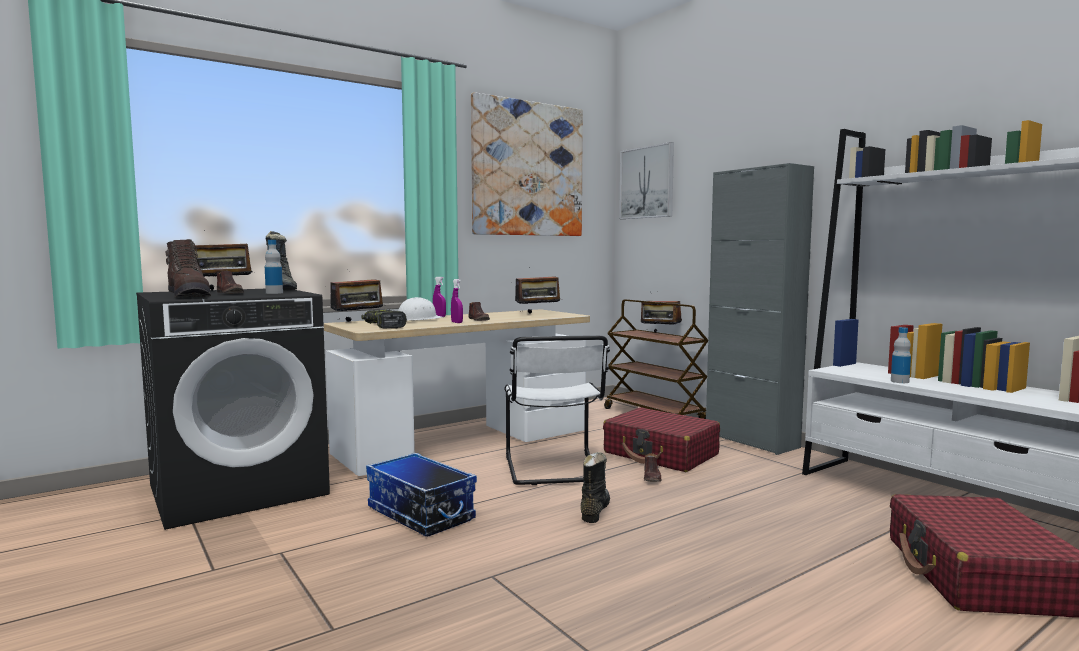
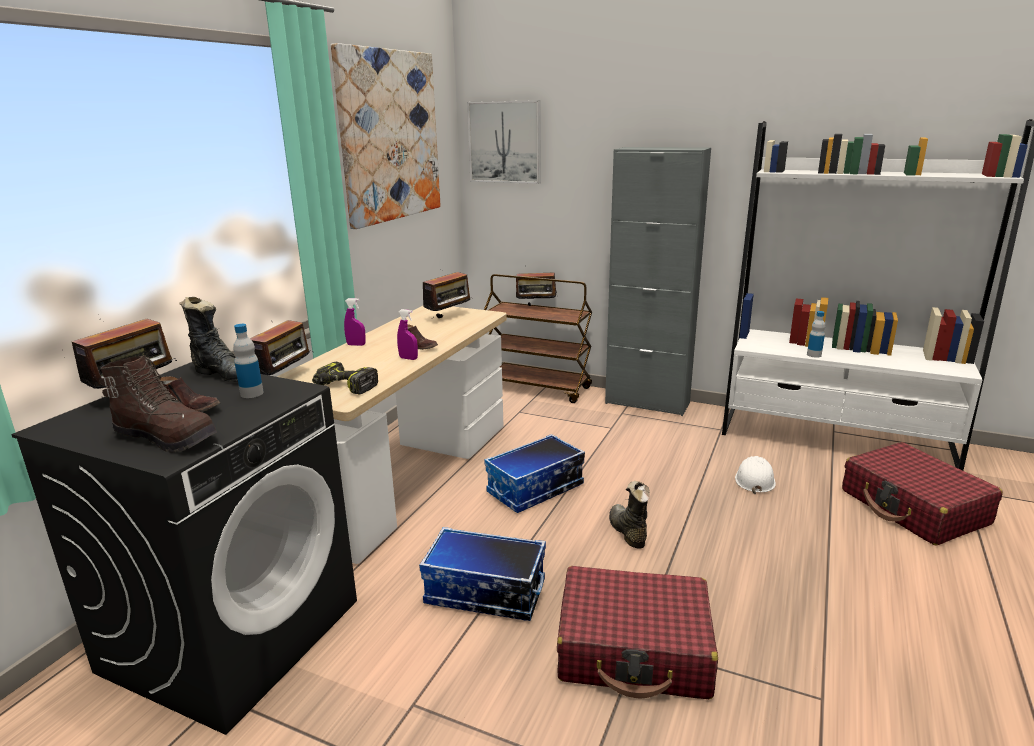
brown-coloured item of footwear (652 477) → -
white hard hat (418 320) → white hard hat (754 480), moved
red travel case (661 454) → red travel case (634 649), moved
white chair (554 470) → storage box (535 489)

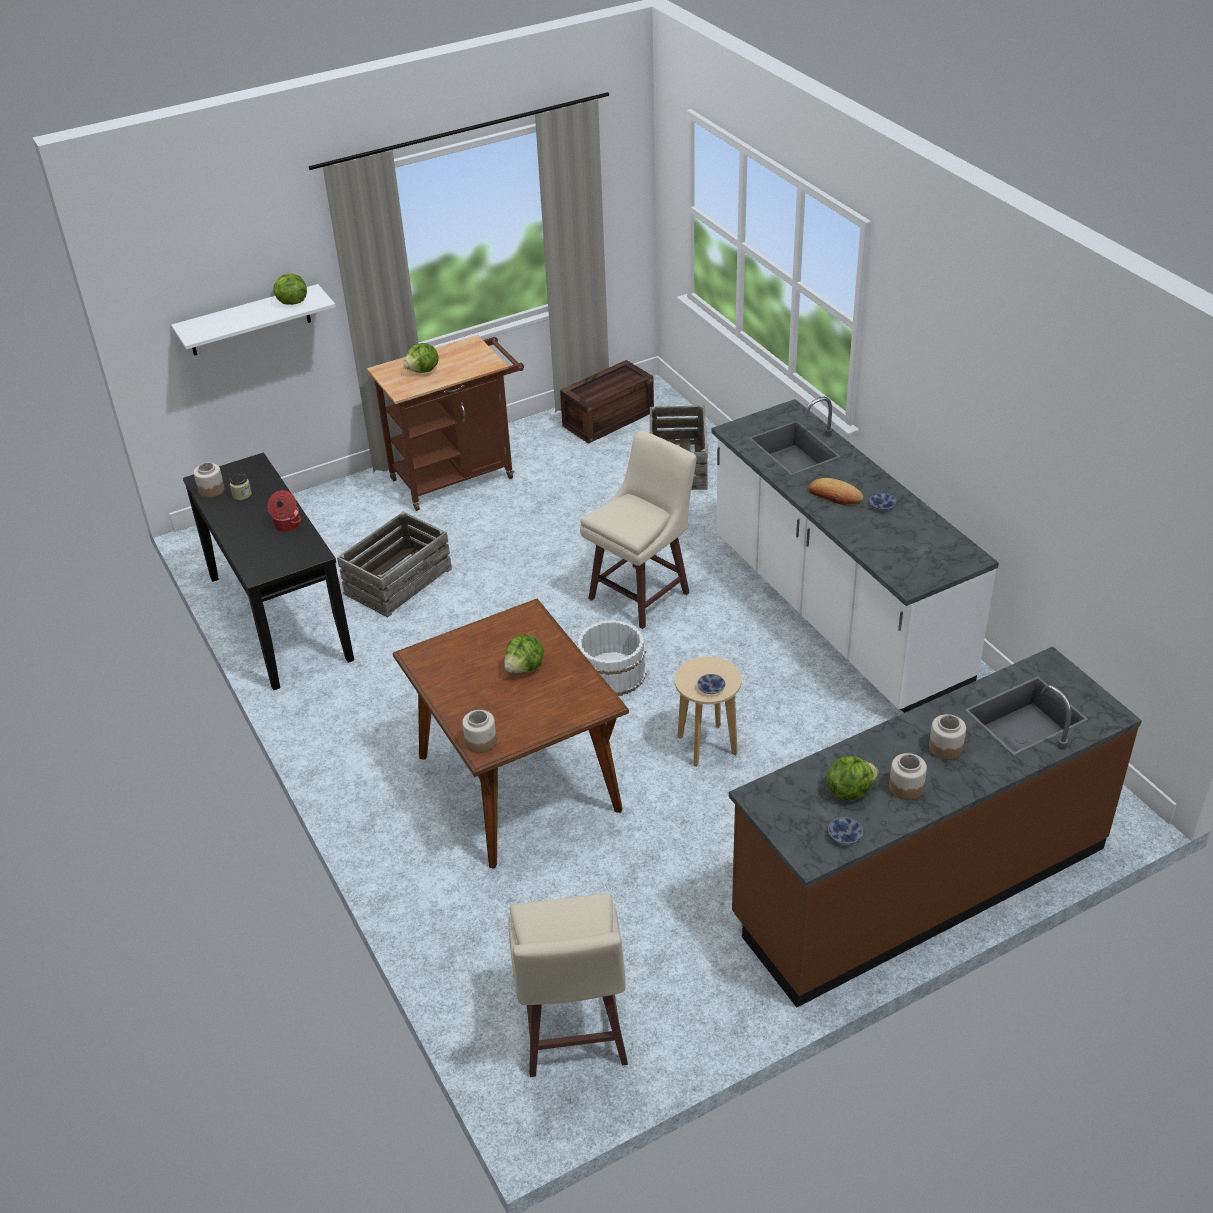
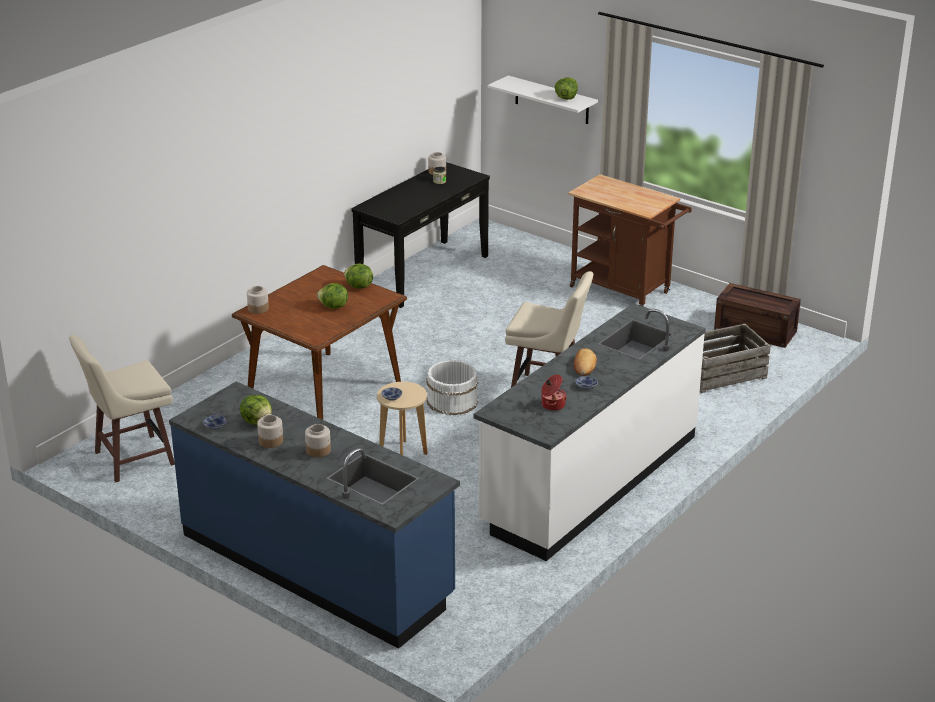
crate (398 582) → -
stockpot (287 525) → stockpot (552 405), moved
lettuce head (423 371) → lettuce head (358 287), moved
brown-coloured counter (919 883) → bluish counter (317 566)

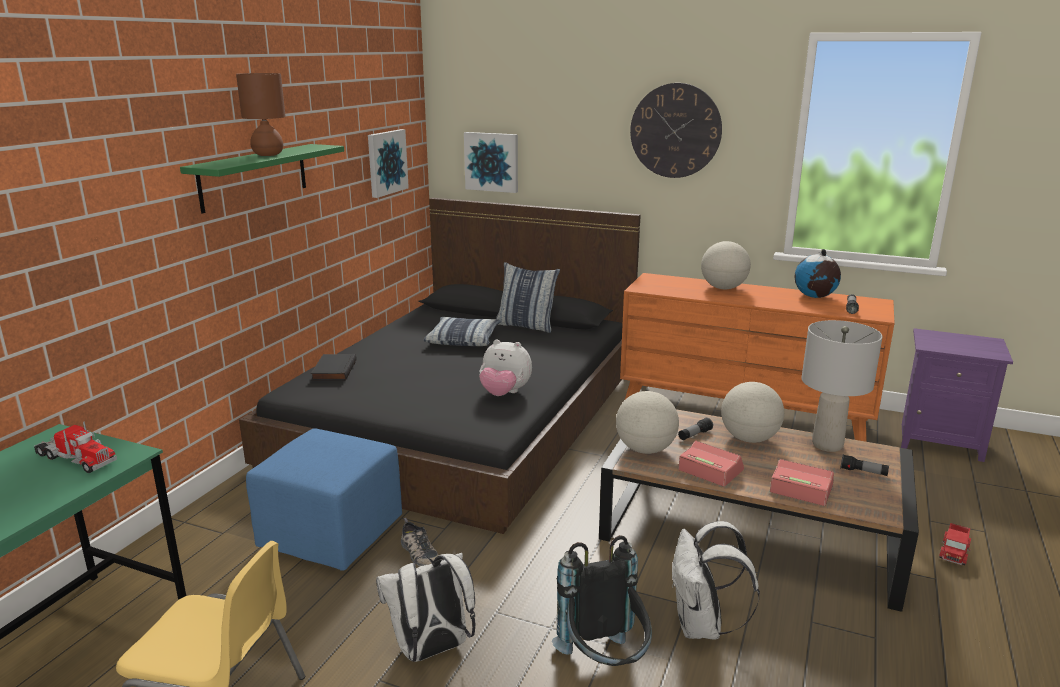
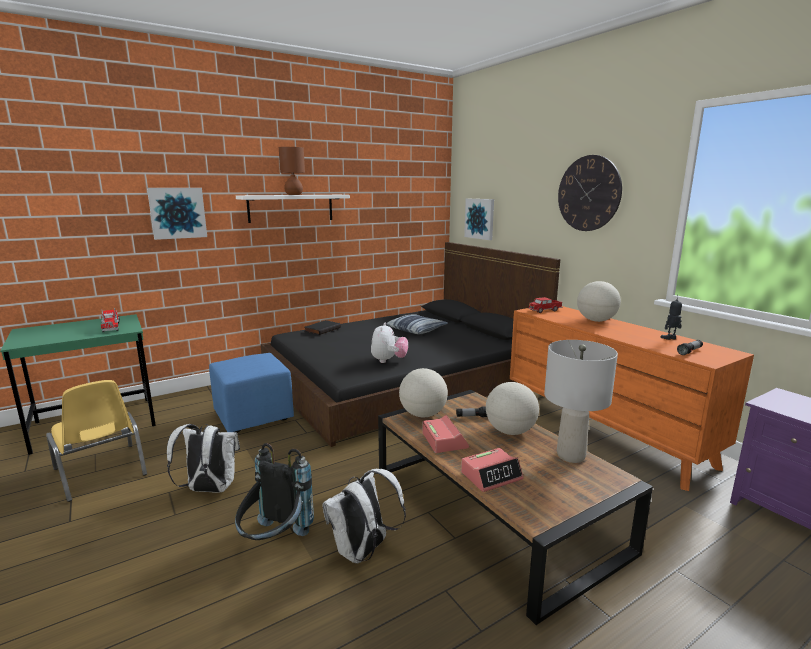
item of footwear (418 553) → -
throw pillow (526 325) → -
flashlight (863 472) → -
wall picture (386 162) → wall picture (177 213), moved
toy truck (954 551) → toy truck (544 310), moved
globe (815 296) → model robot (670 338)
greenish wall shelf (254 177) → white wall shelf (291 208)
plush toy (504 393) → plush toy (388 360), 135 degrees counterclockwise
bedside clock (800 489) → bedside clock (491 476), 90 degrees clockwise

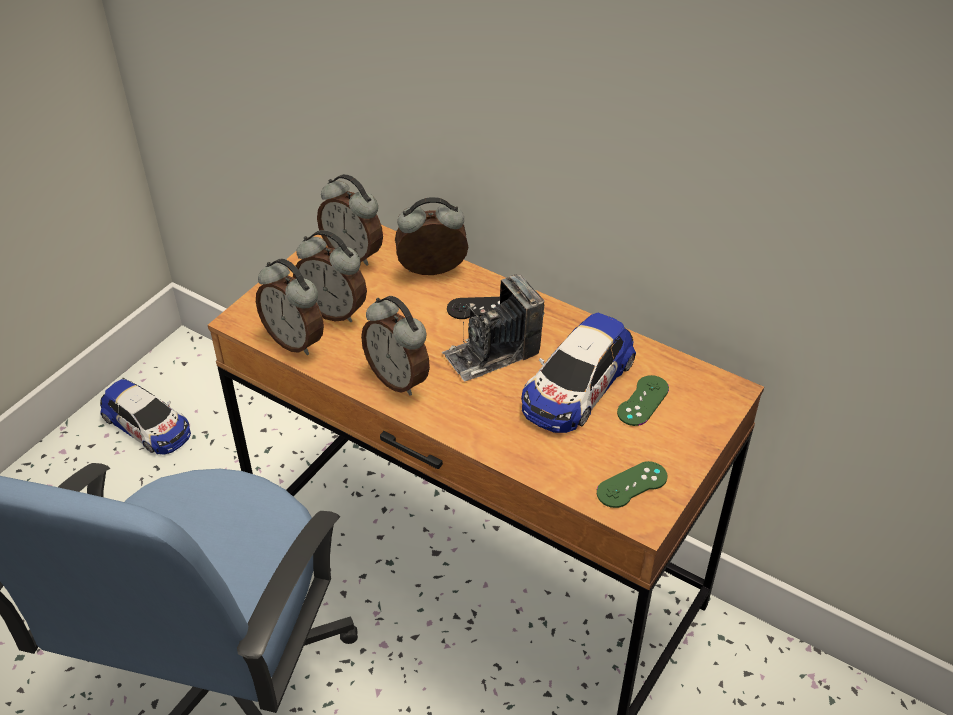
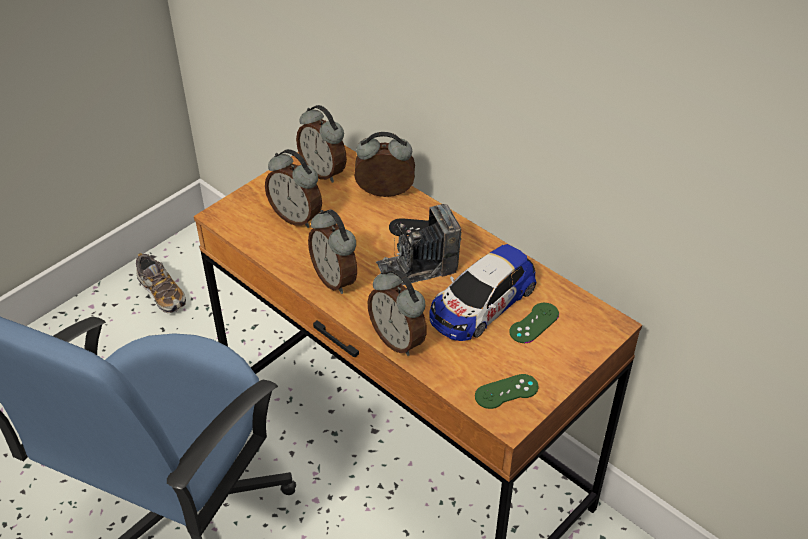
bedside clock (295 340) → bedside clock (398 339), moved
miniature car (147 424) → item of footwear (162 293)

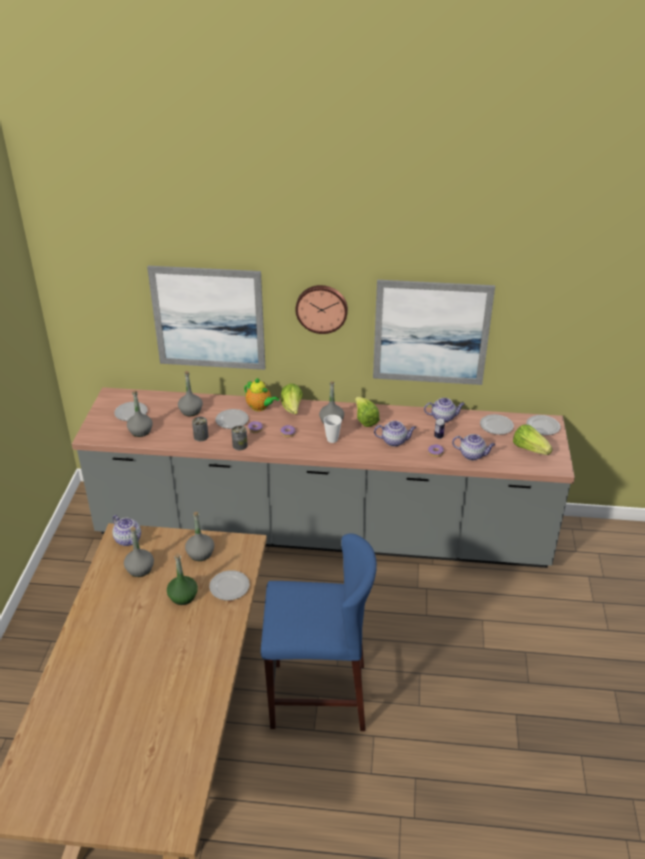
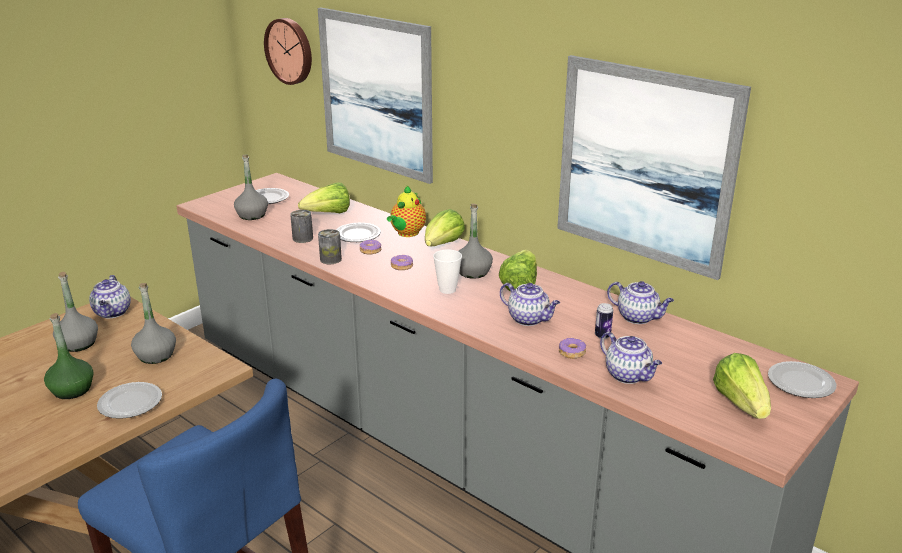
plate (496 426) → -
clock on the wall (321 308) → clock on the wall (290 51), moved
greyish bottle (191 411) → lettuce head (328 214)
tea pot (260 407) → tea pot (407 233), 45 degrees clockwise

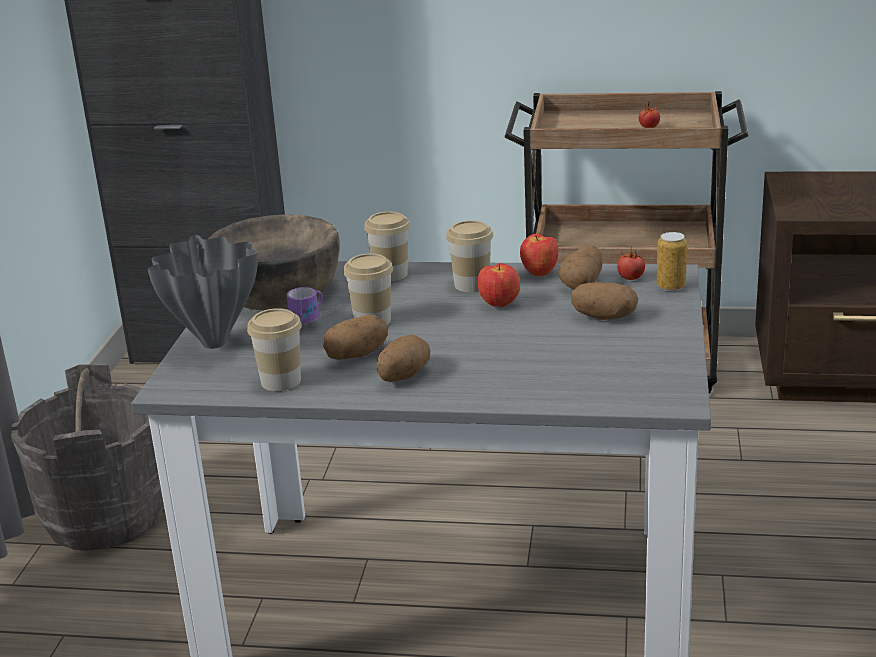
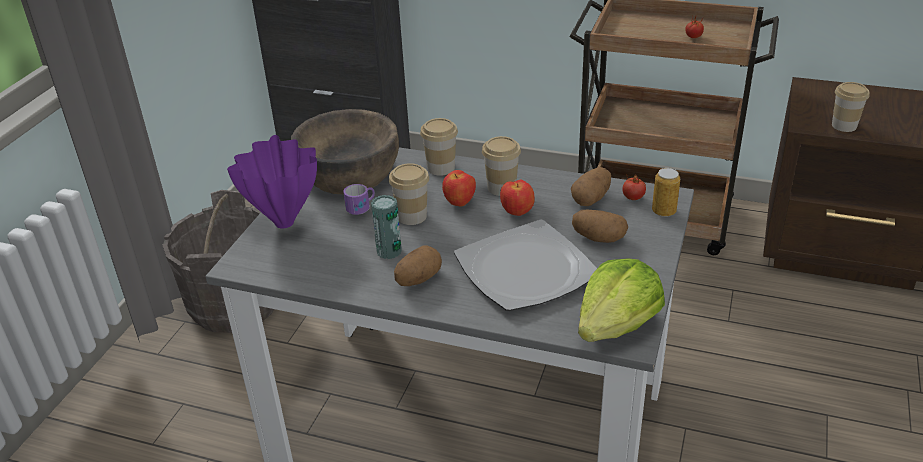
- → plate (525 271)
- → lettuce head (617 325)
small cup (281 381) → small cup (844 125), moved
apple fruit (540 274) → apple fruit (459 203), moved
spud (357 355) → can (389 251)
greyish decorative vase (214 344) → purple decorative vase (284 224)

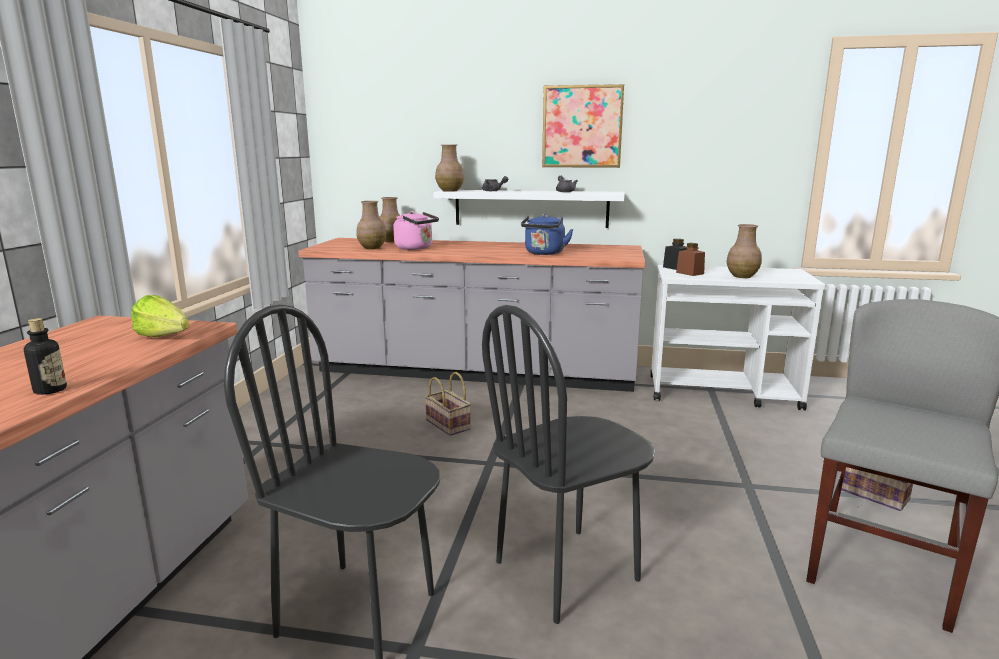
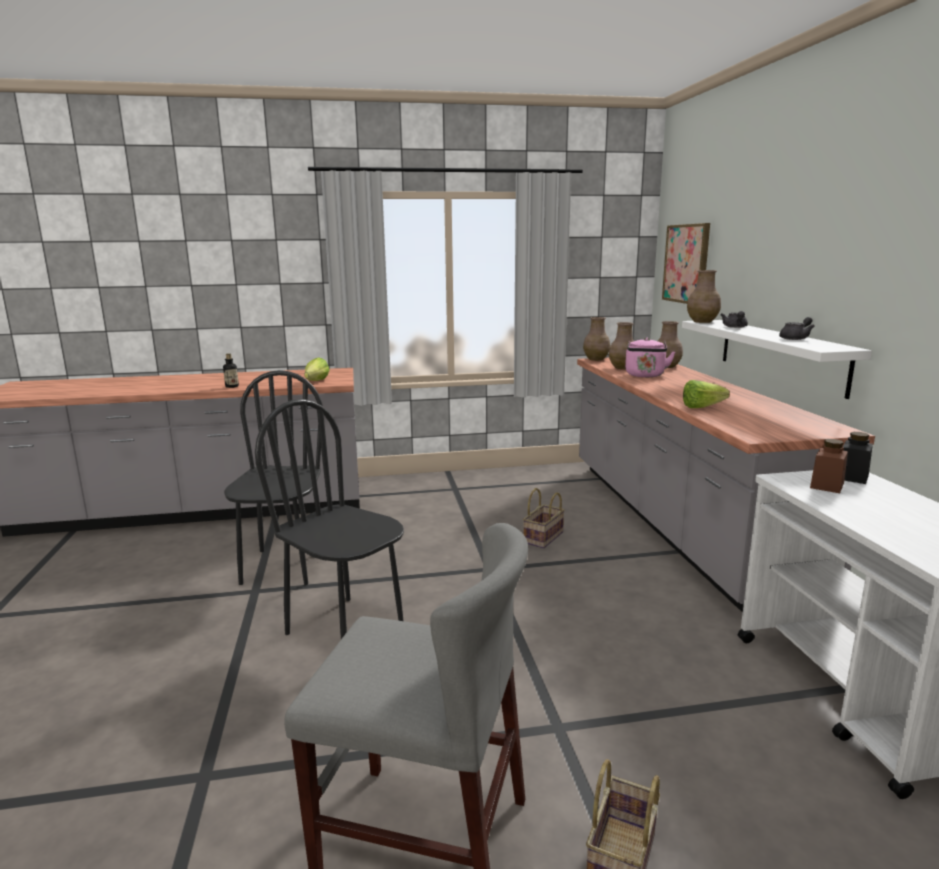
wall picture (582 127) → wall picture (686 263), moved
brown-coloured decorative vase (742 276) → brown-coloured decorative vase (596 359), moved
bluish kettle (544 253) → lettuce head (706 407)

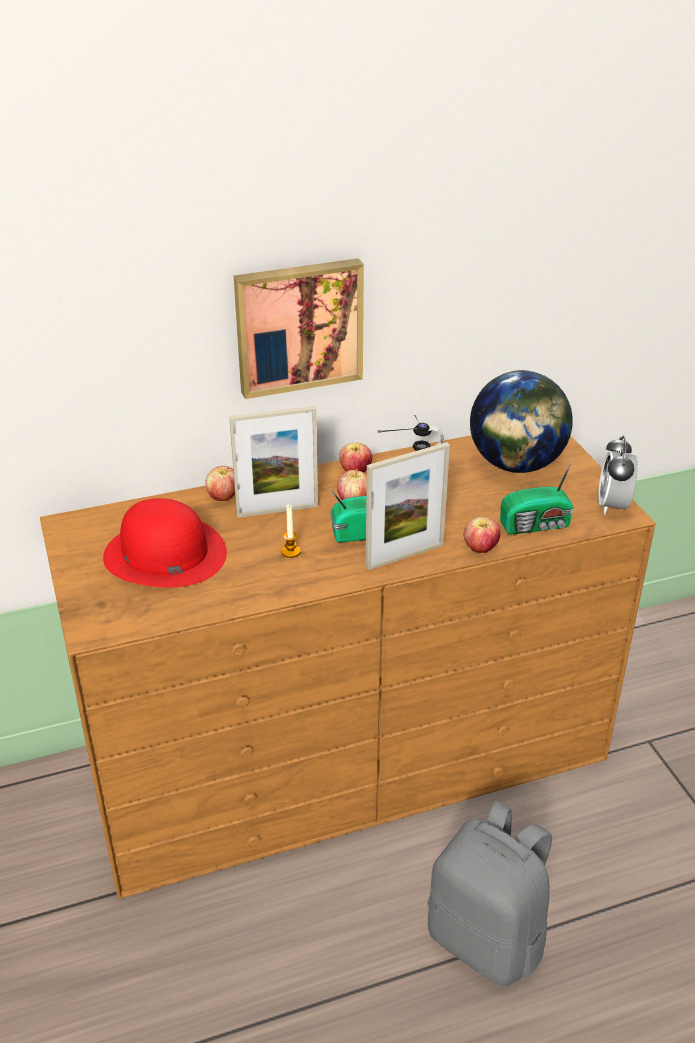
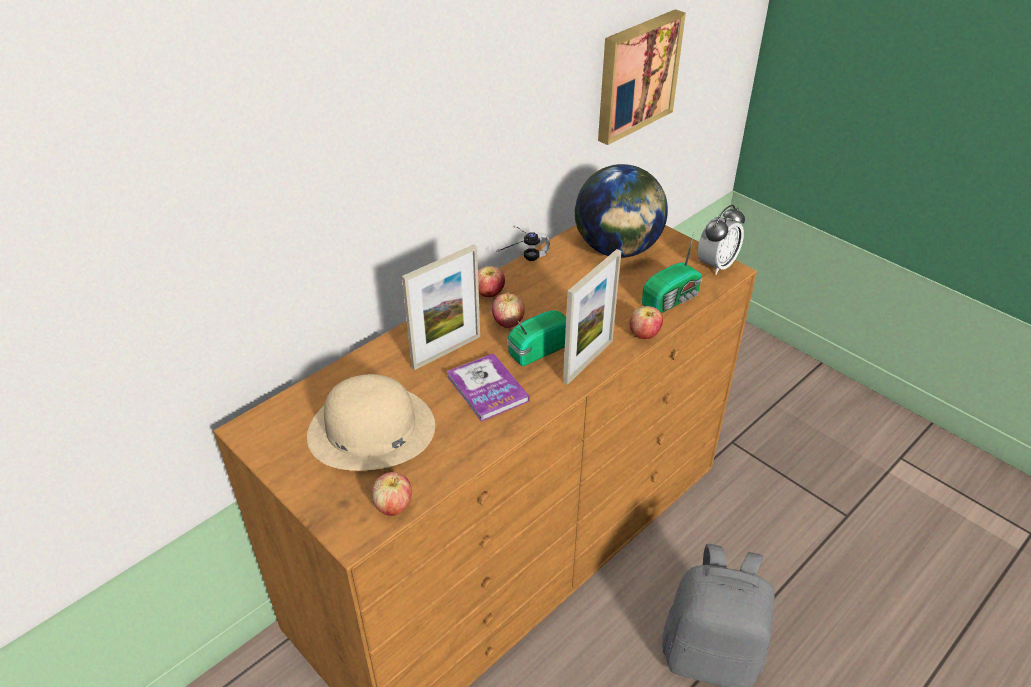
apple fruit (223 497) → apple fruit (393 506), moved
wall picture (298 326) → wall picture (636 75), moved
candle (290 551) → bound book (487 388)
red wearable hat (164 554) → beige-coloured wearable hat (371 429)
bedside clock (613 506) → bedside clock (716 265), 120 degrees counterclockwise

